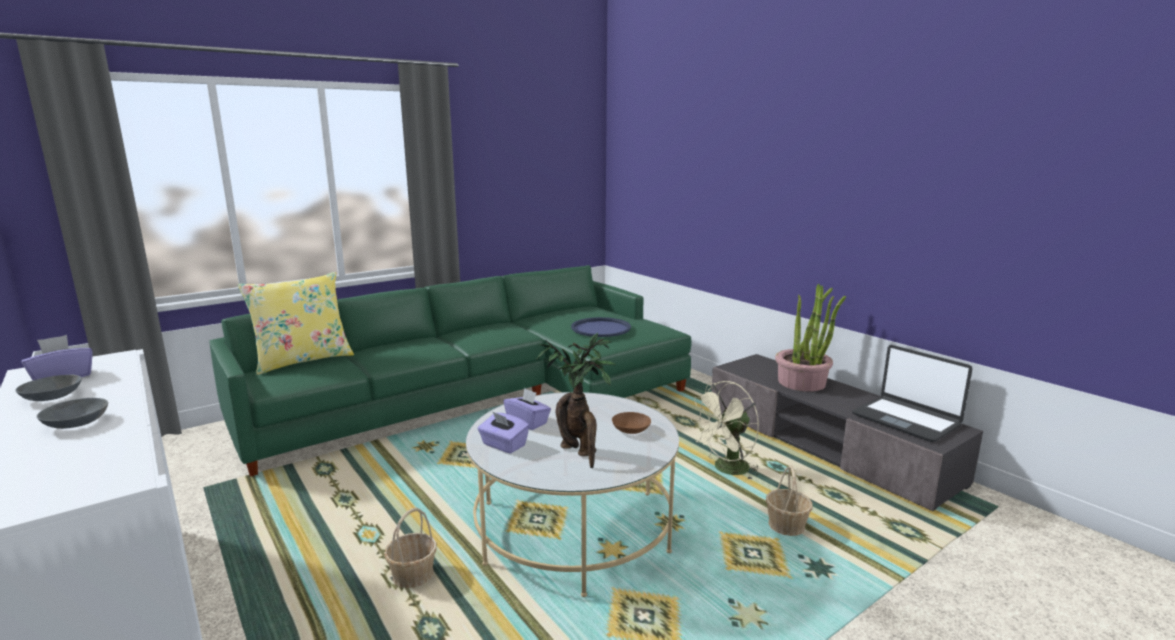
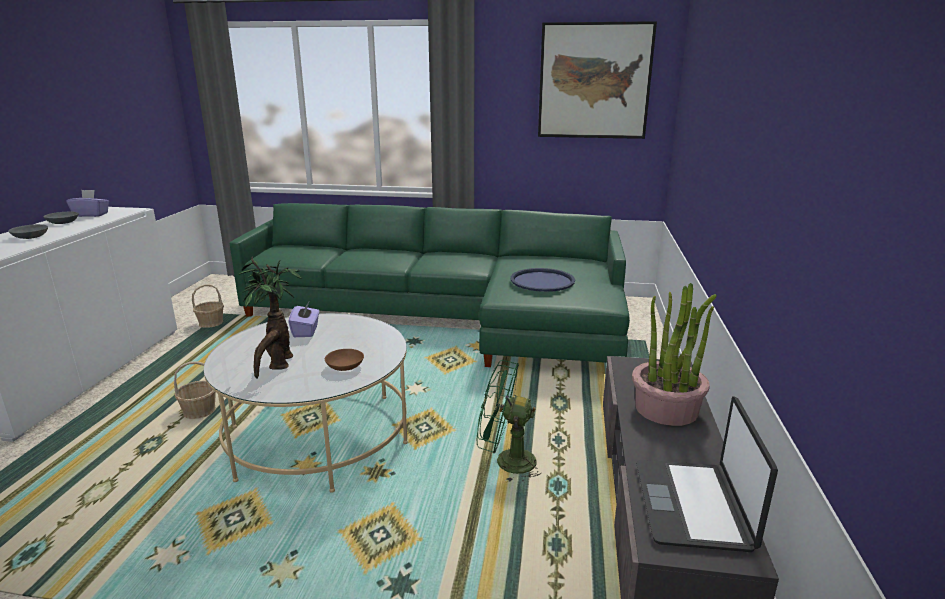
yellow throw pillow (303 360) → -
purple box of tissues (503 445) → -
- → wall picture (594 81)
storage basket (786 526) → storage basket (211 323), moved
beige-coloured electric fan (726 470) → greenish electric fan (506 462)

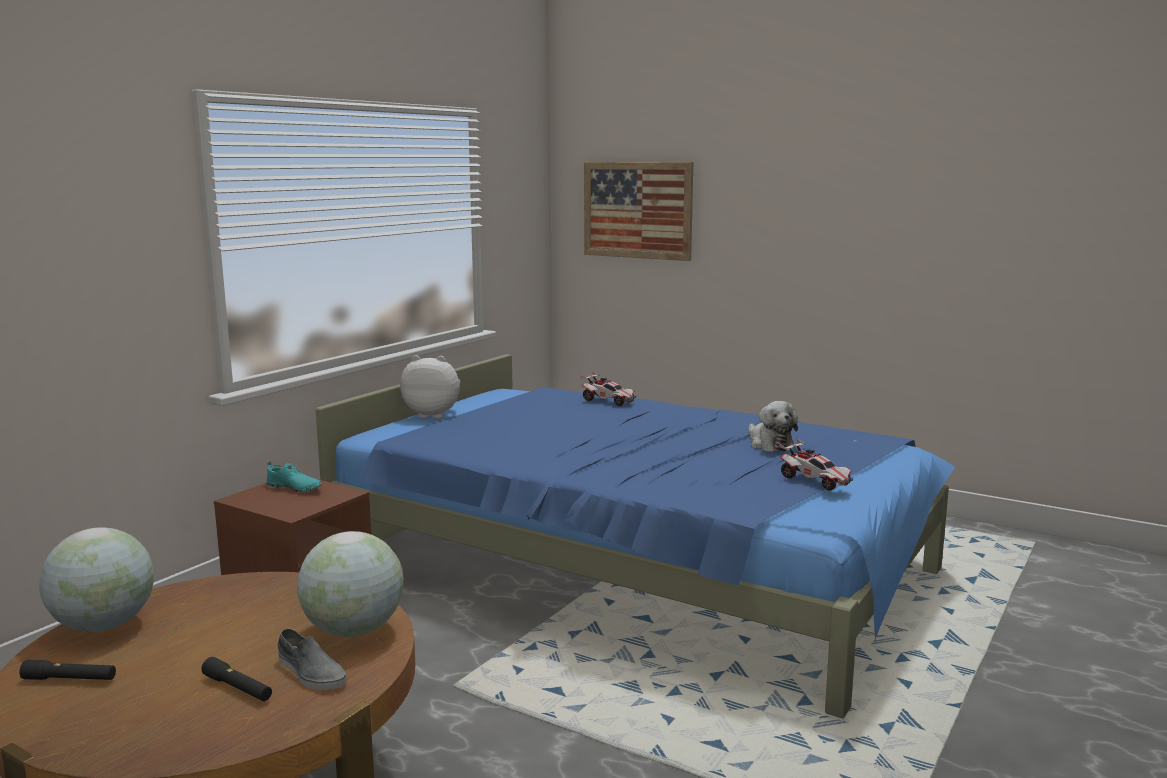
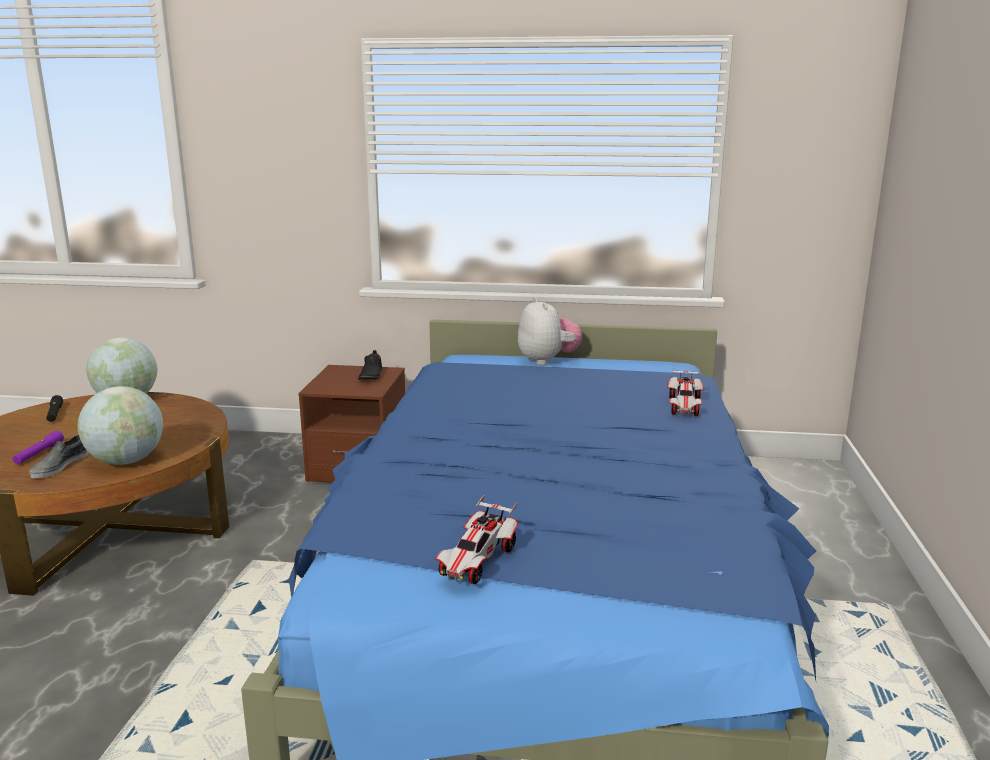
wall picture (637 210) → -
plush toy (769 444) → -
black-coloured flashlight (238 688) → purple flashlight (39 453)
turquoise-coloured item of footwear (294 488) → black-coloured item of footwear (370 376)

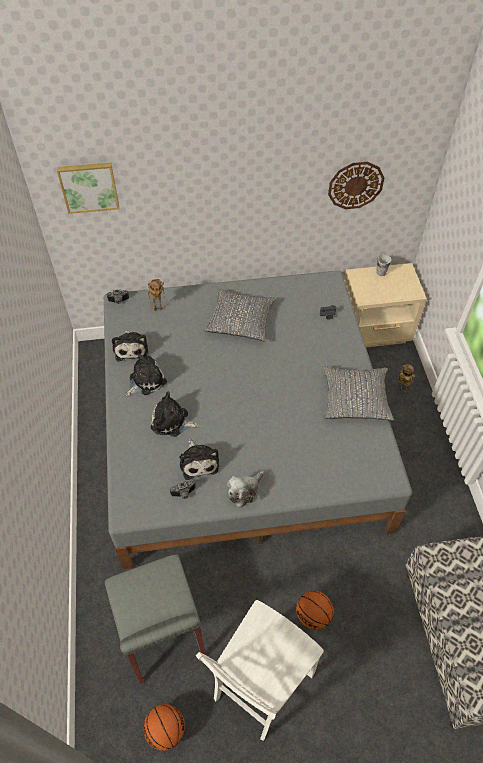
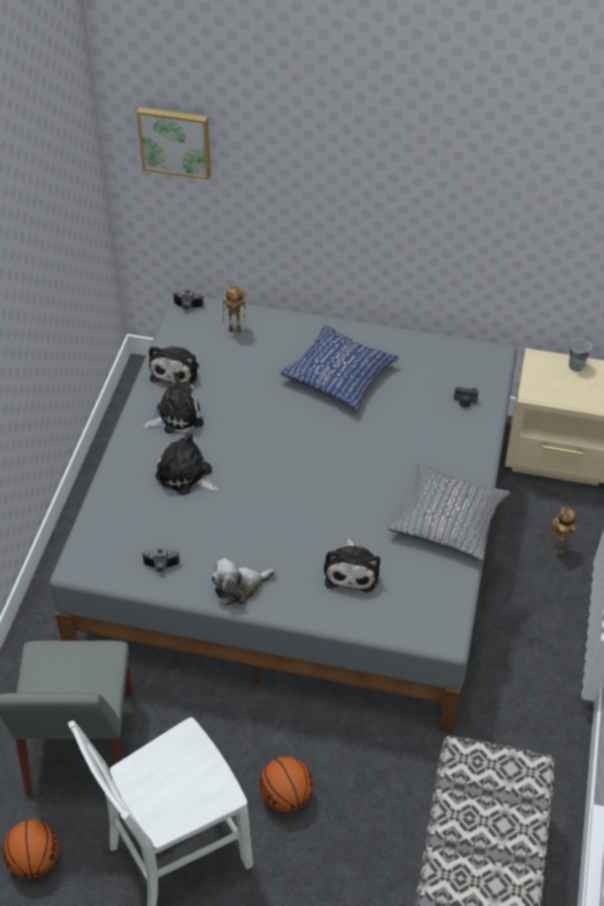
clock on the wall (355 185) → -
plush toy (198 461) → plush toy (351 570), moved
greyish throw pillow (240 320) → bluish throw pillow (339 374)

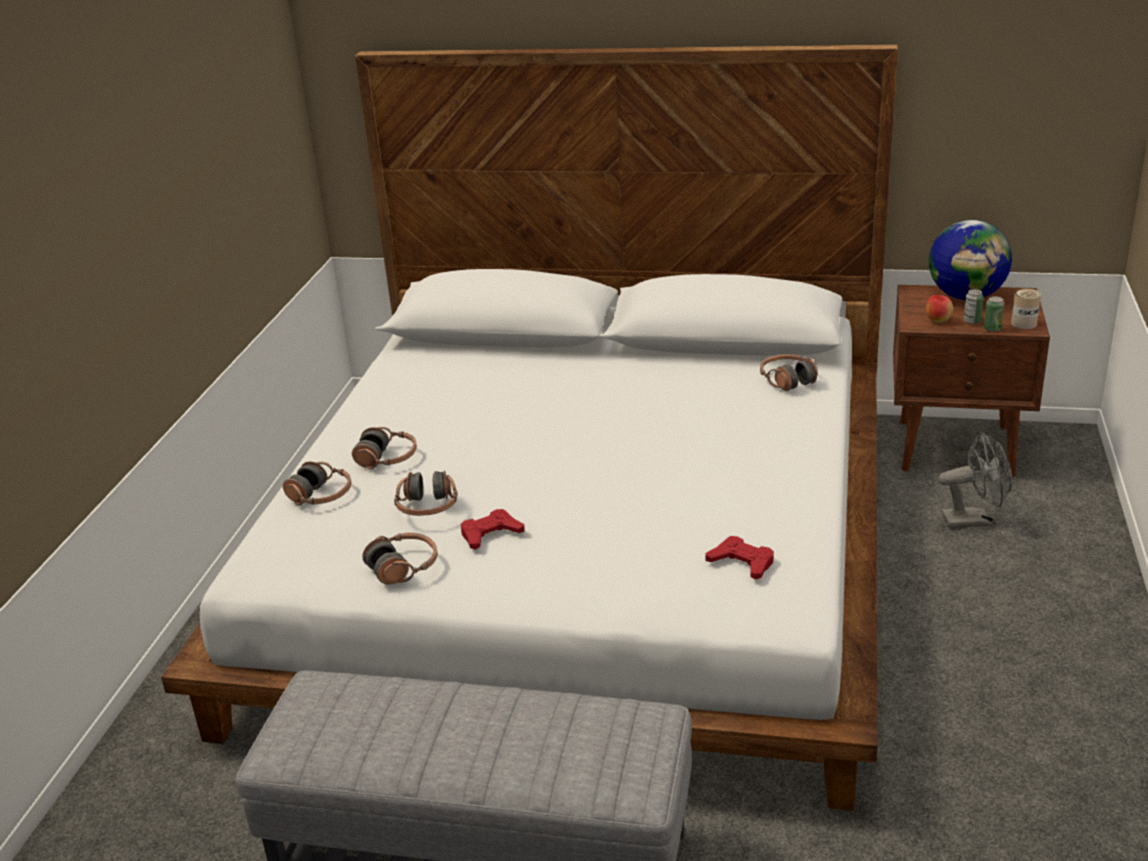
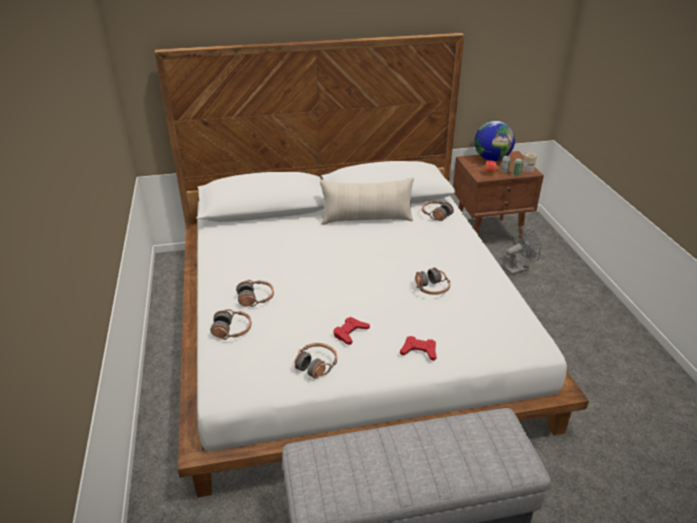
- → beige-coloured throw pillow (367 219)
headset (428 507) → headset (431 288), moved
red gamepad (742 563) → red gamepad (419 351), moved

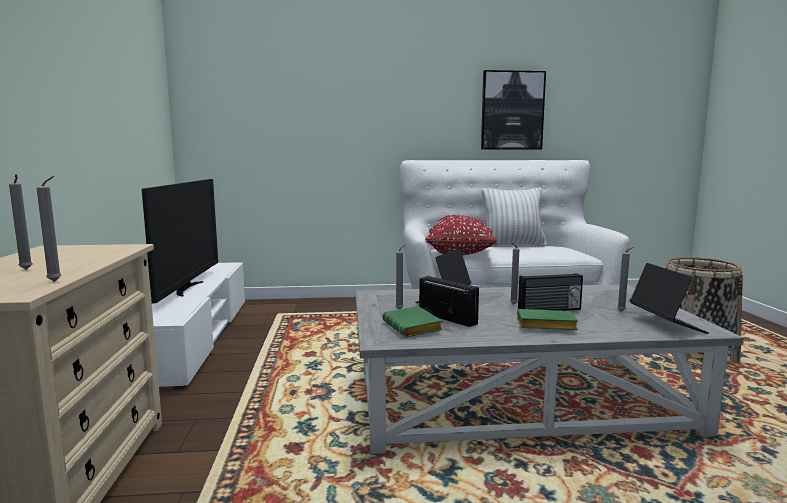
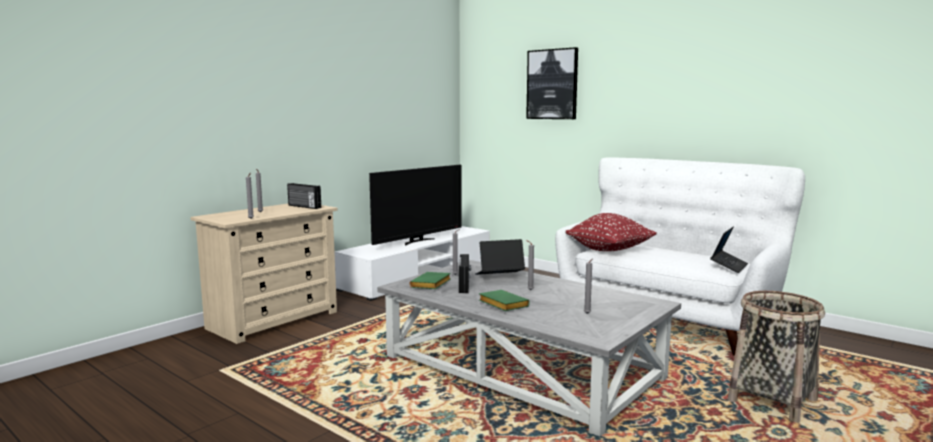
white throw pillow (513 245) → -
wall picture (512 110) → wall picture (552 84), moved
radio set (549 310) → radio set (304 206), moved
portable computer (666 324) → portable computer (728 266), moved

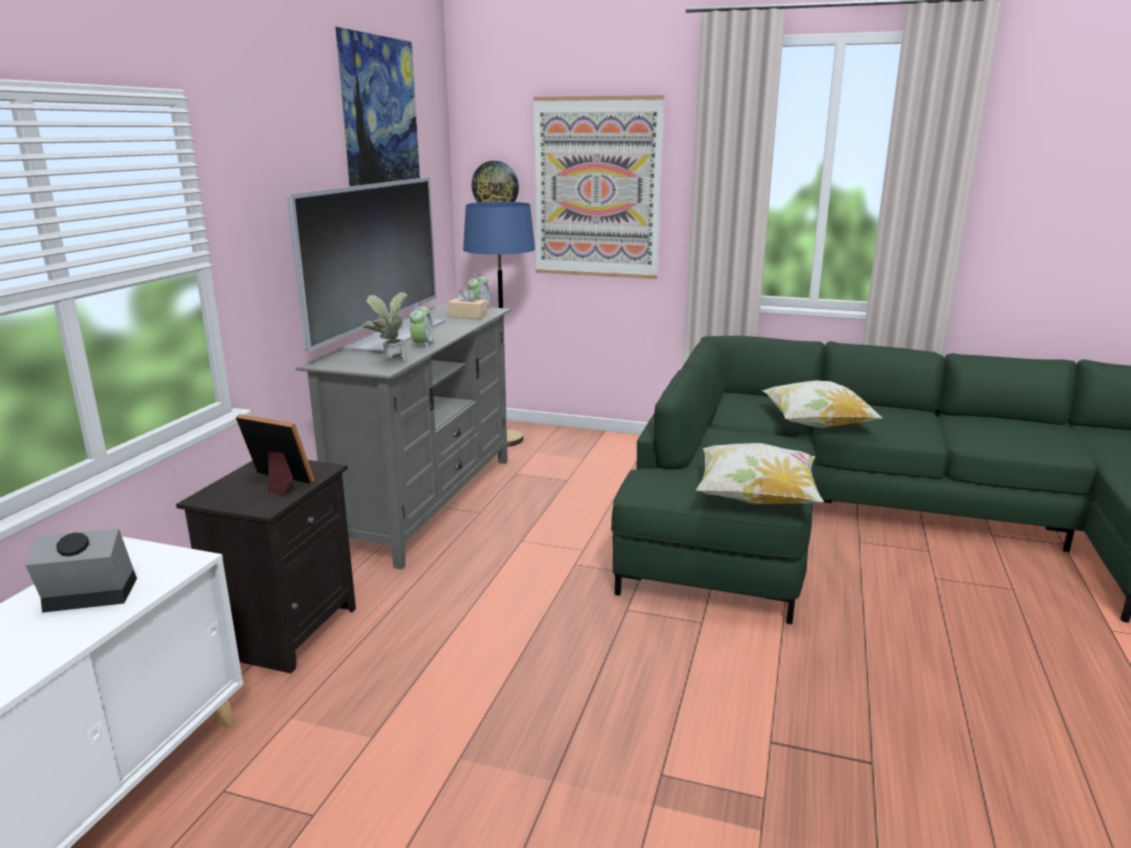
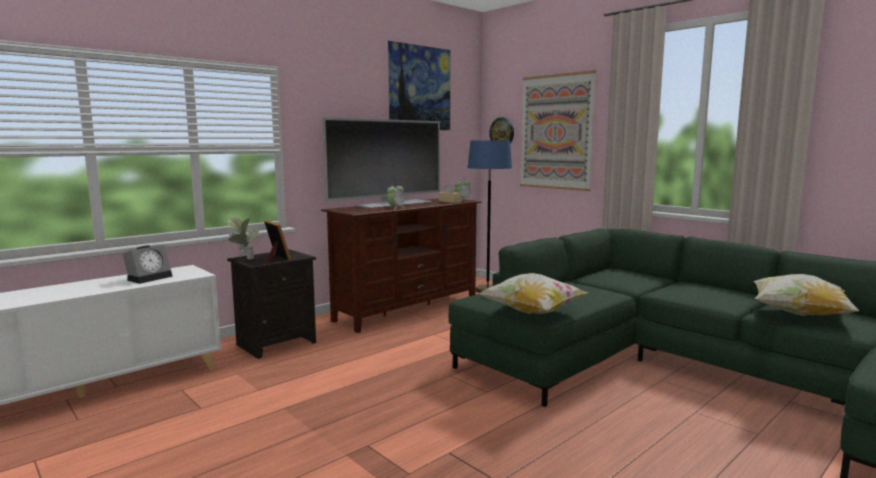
plant in a pot (390 362) → plant in a pot (243 258), moved
throw pillow (816 425) → throw pillow (798 314), moved
greyish media console (428 503) → brown-coloured media console (407 309)
bedside clock (86 597) → bedside clock (150 278), 105 degrees clockwise

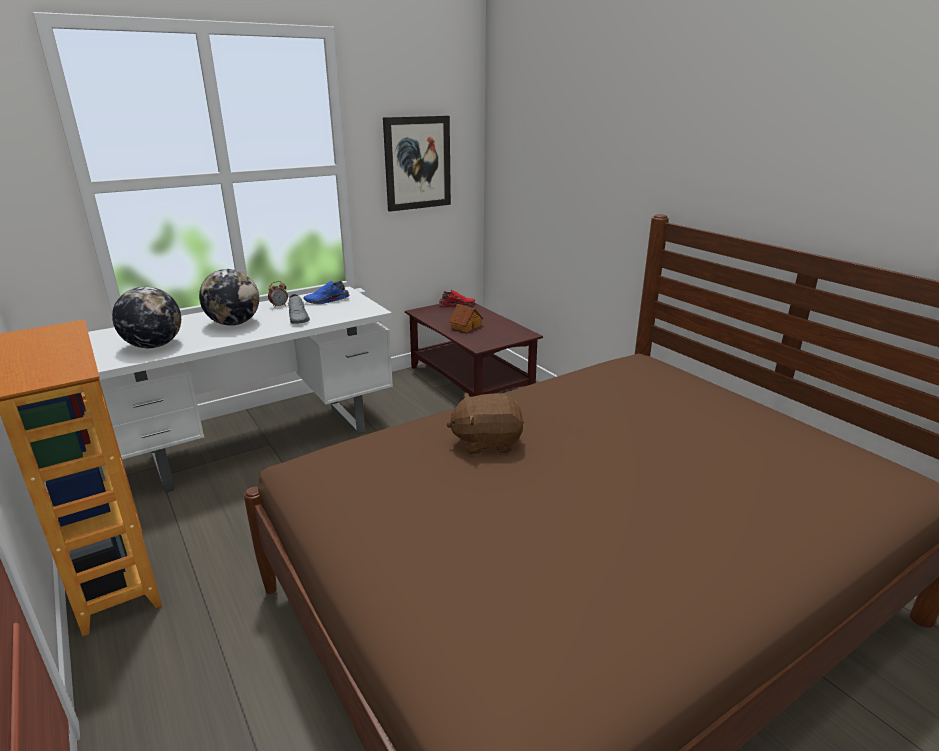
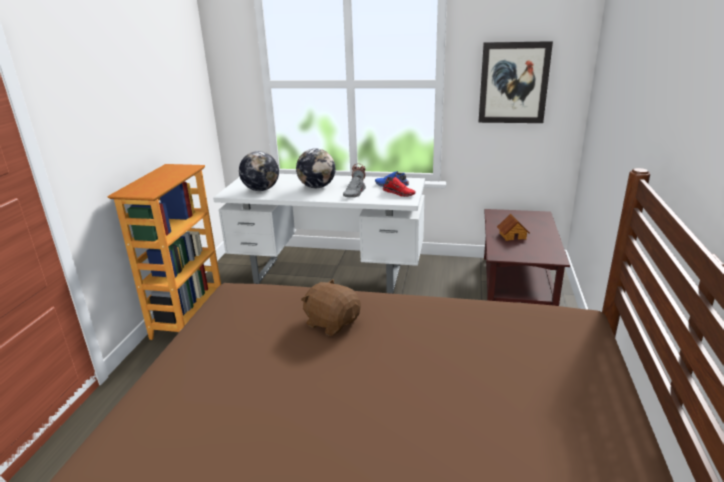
red item of footwear (457 304) → red item of footwear (399 193), moved

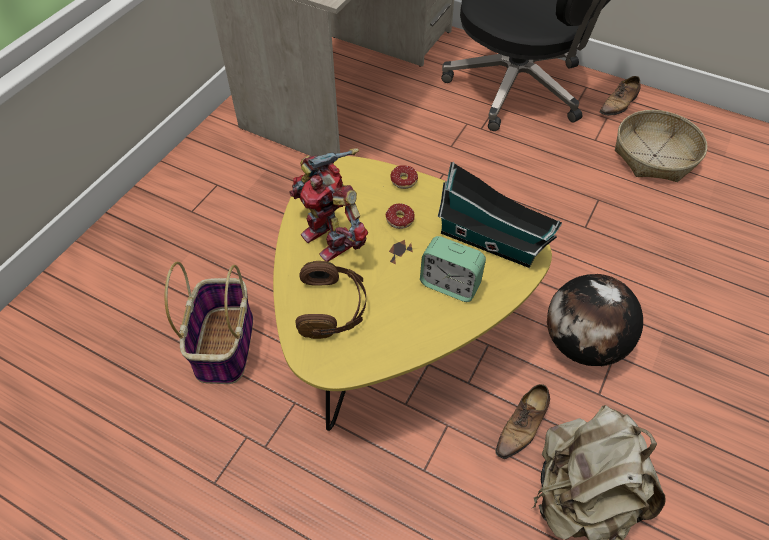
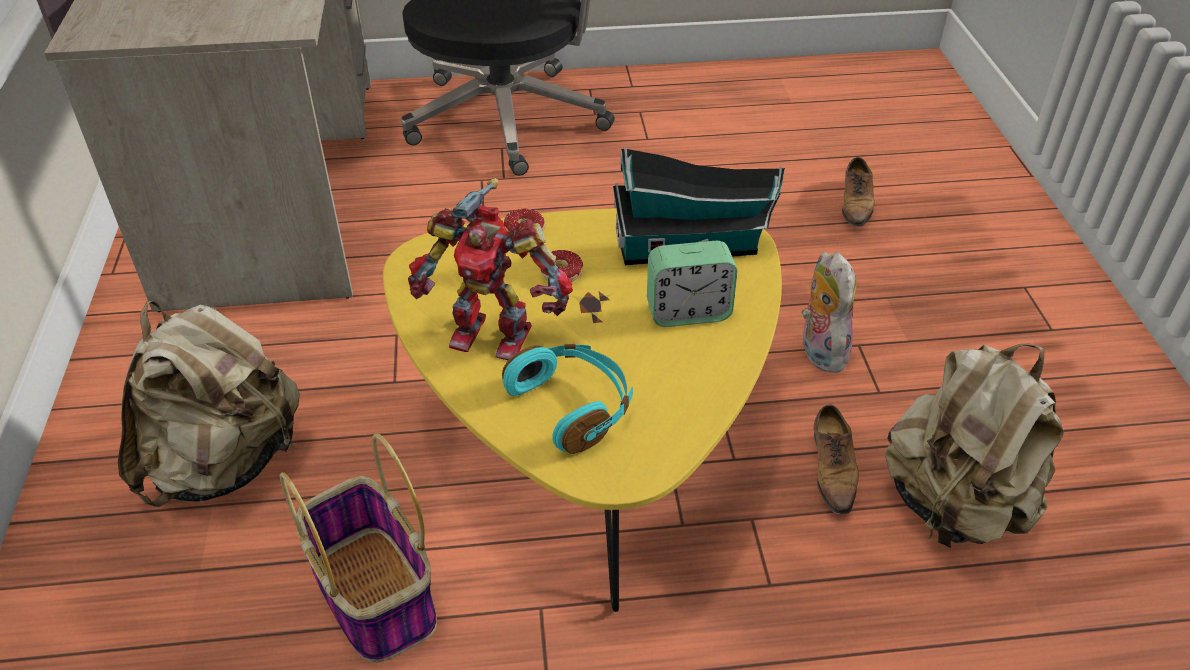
storage basket (655 155) → -
- → beige-coloured backpack (225 463)
item of footwear (619 104) → item of footwear (856 204), moved
globe (583 344) → plush toy (819 351)
brown-coloured headset (333 308) → turquoise-coloured headset (573 406)

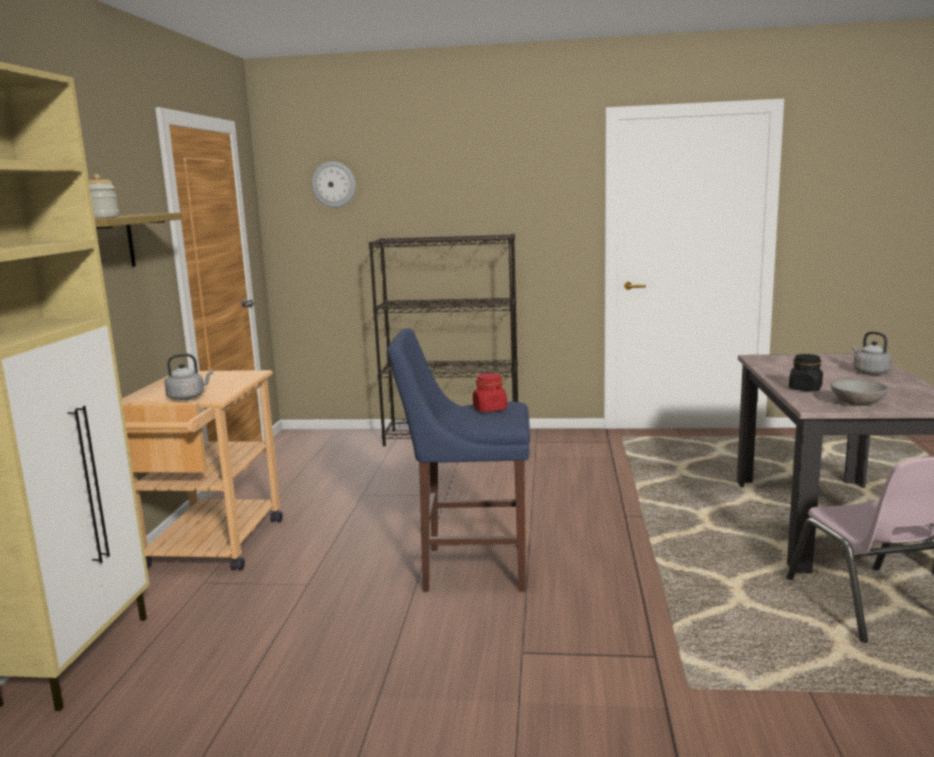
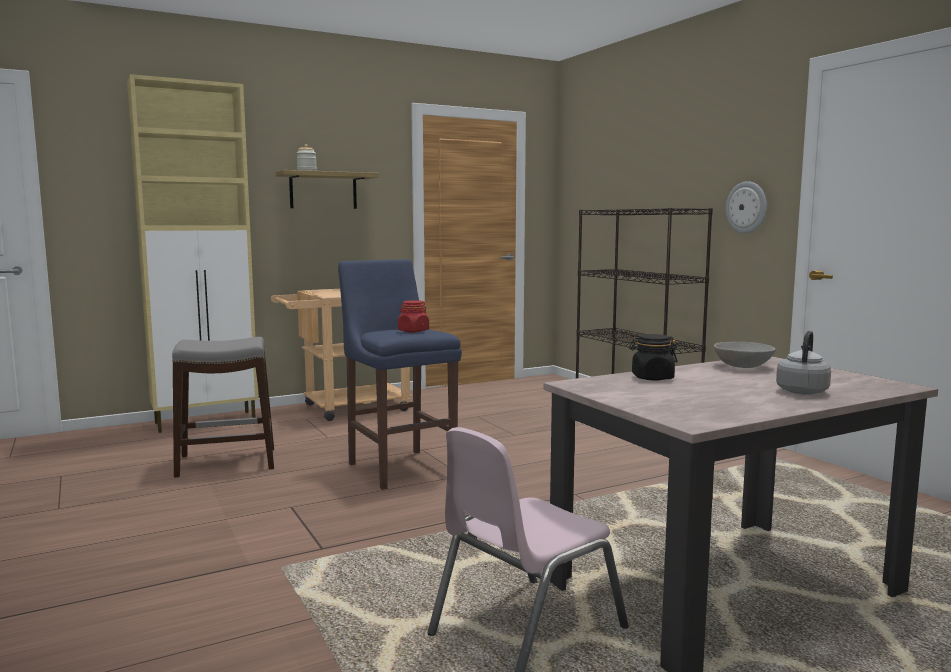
greyish kettle (188 397) → -
- → greyish stool seat (226 462)
clock on the wall (334 184) → clock on the wall (747 207), moved
greyish serving bowl (857 403) → greyish serving bowl (742 366), moved

